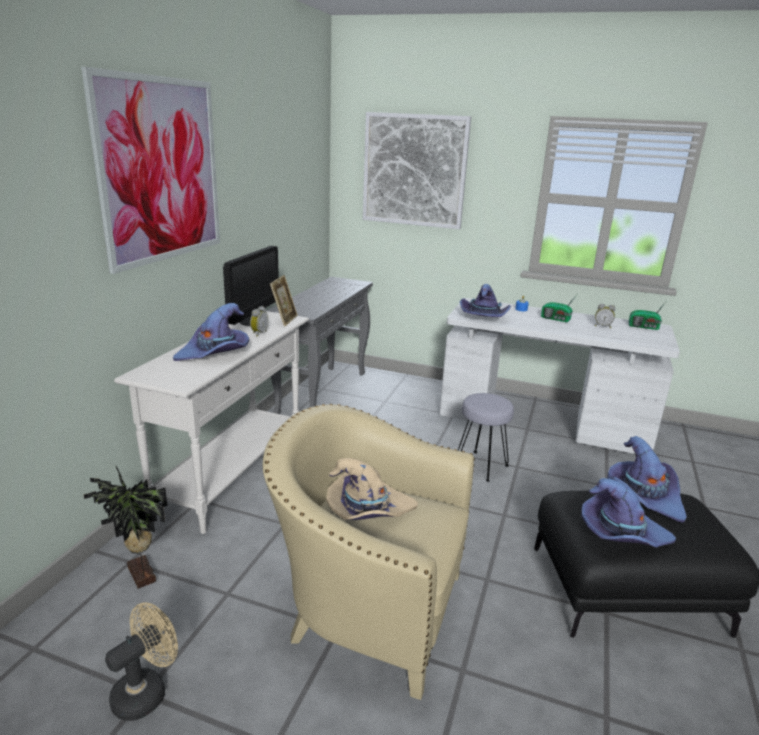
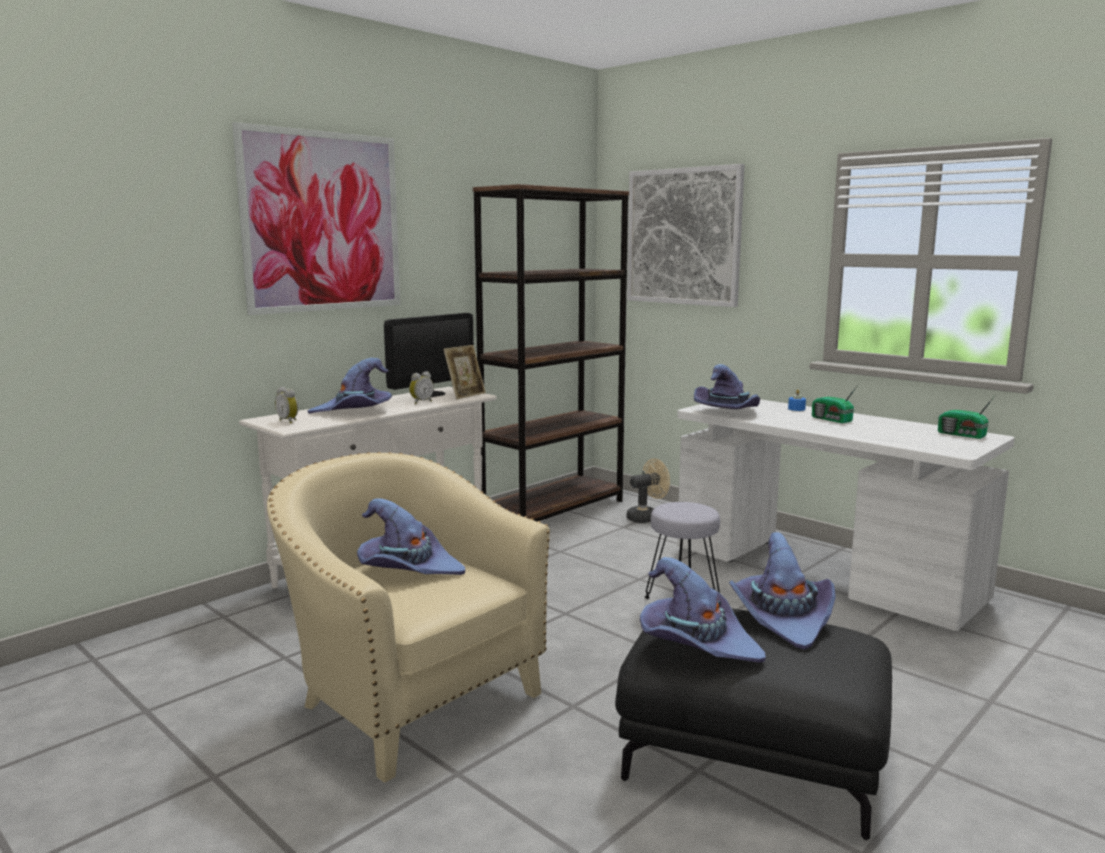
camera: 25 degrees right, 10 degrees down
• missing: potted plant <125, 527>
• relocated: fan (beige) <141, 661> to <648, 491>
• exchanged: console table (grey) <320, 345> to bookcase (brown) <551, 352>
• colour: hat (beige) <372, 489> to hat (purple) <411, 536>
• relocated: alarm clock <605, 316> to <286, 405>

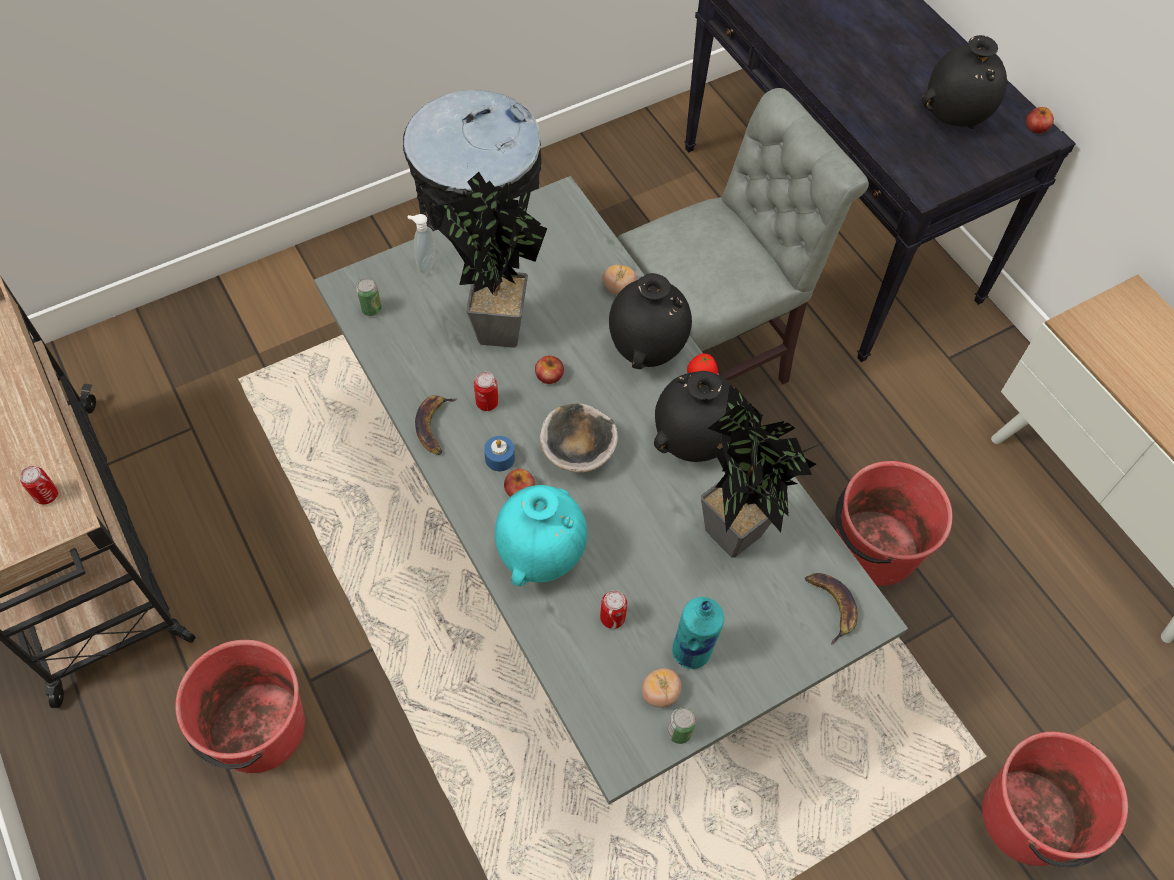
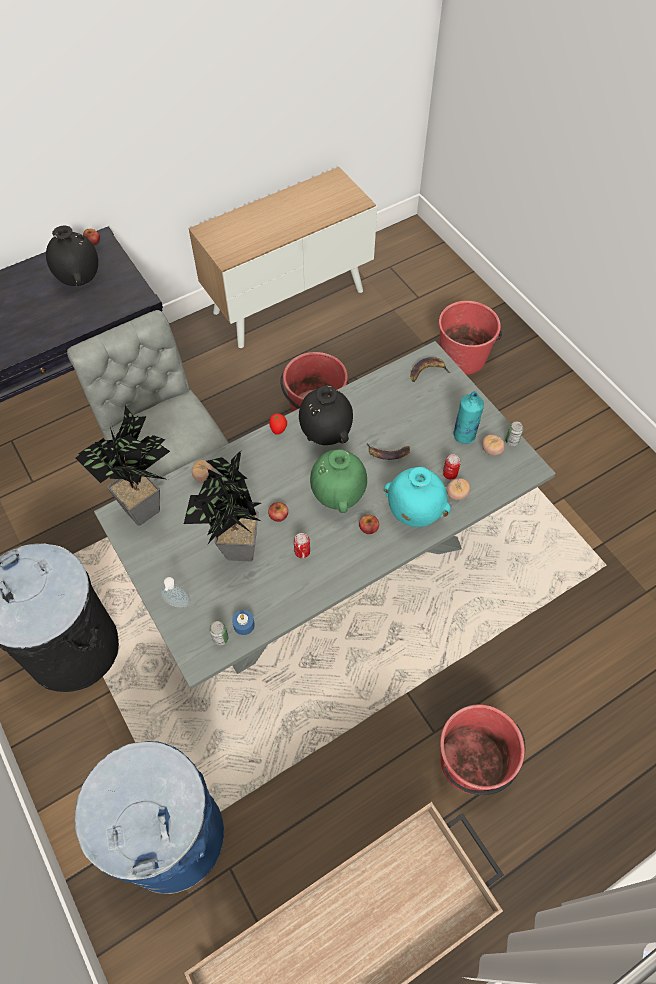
camera: 90 degrees left, 0 degrees up
• missing: can <39, 485>
• relocated: banana <436, 425> to <388, 451>
• relocated: candle (blue) <499, 453> to <243, 622>
• exchanged: bowl <578, 438> to vase (green) <338, 481>
• missing: vase (black) <650, 321>
• relocated: potted plant <762, 471> to <122, 466>
• appeared: trash can (blue) <149, 817>
• appeared: tomato <458, 489>

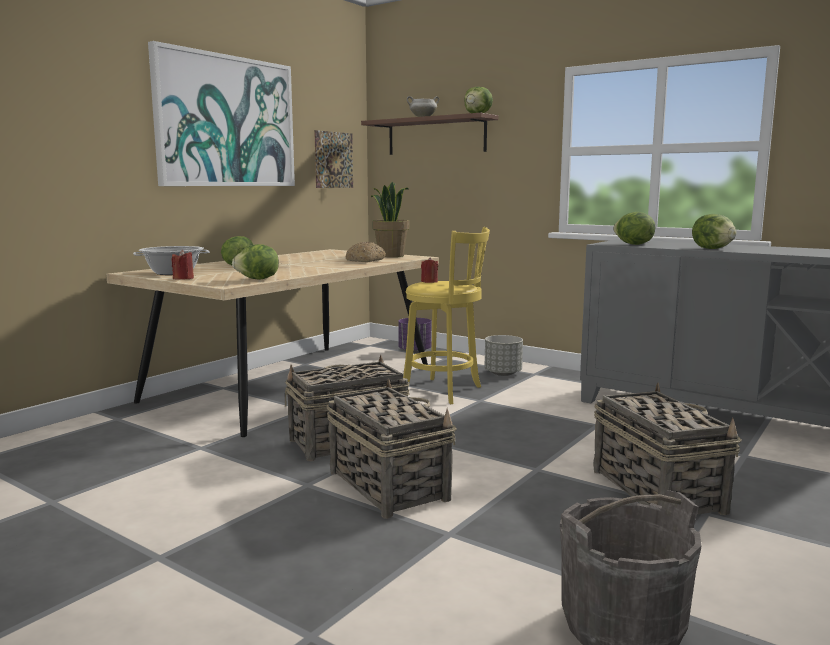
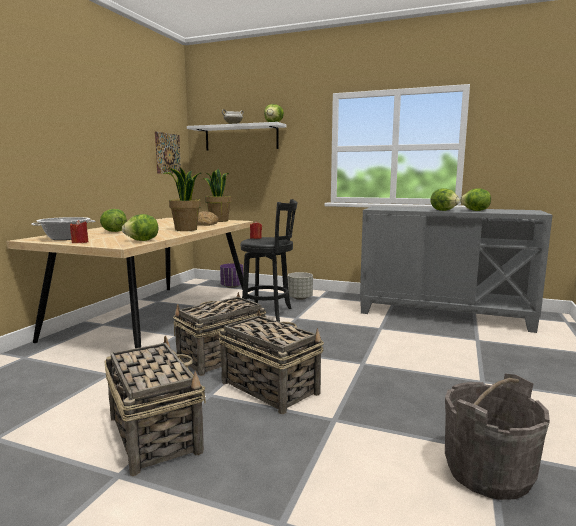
camera: 15 degrees left, 0 degrees up
• missing: picture <221, 113>
• colour: shelf (brown) <430, 134> to shelf (white) <237, 136>
• colour: stool (yellow) <446, 315> to stool (black) <269, 260>
• relocated: basket <667, 449> to <155, 405>
• relocated: lettuce <634, 228> to <475, 199>
• appeared: potted plant <183, 199>

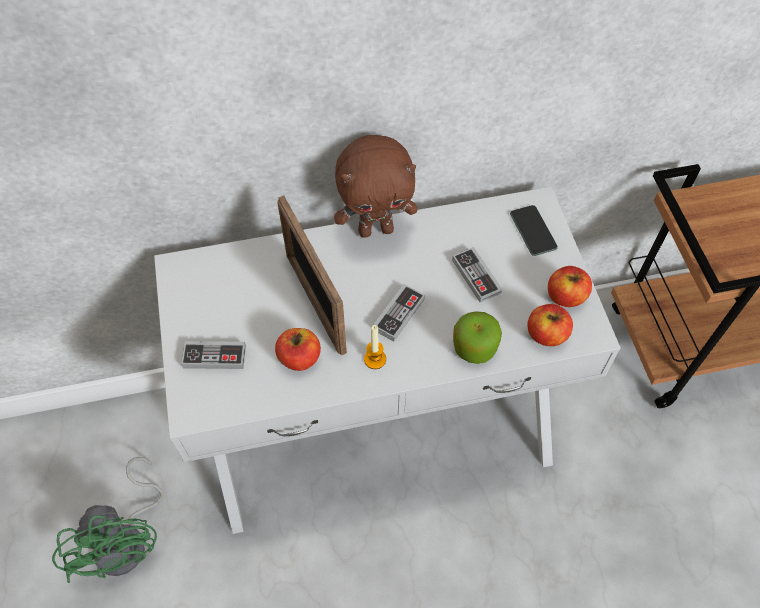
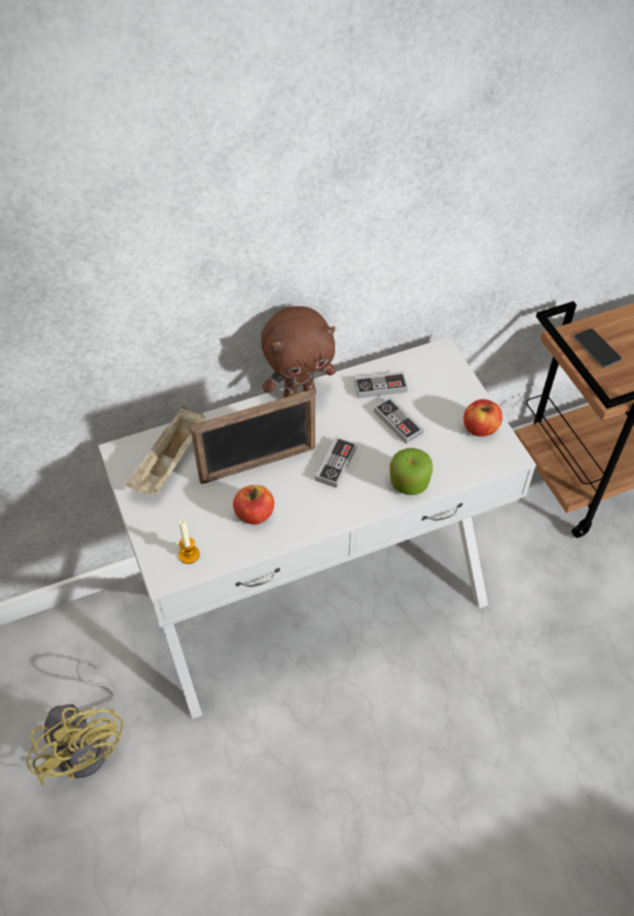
camera: 10 degrees left, 5 degrees down
• colour: fan (green) <108, 520> to fan (yellow) <75, 723>
• relocated: game controller <213, 355> to <381, 384>
• spun: picture frame <312, 275> = <252, 436> 75 degrees counterclockwise
• relocated: candle <375, 347> to <189, 542>
• relocated: phone <534, 230> to <598, 348>
• missing: apple <550, 325>
• appeared: tray (beige) <165, 450>

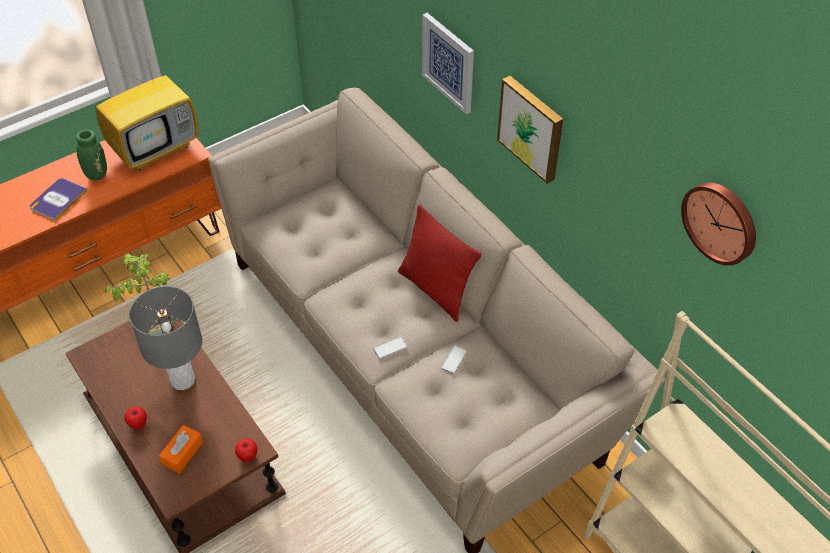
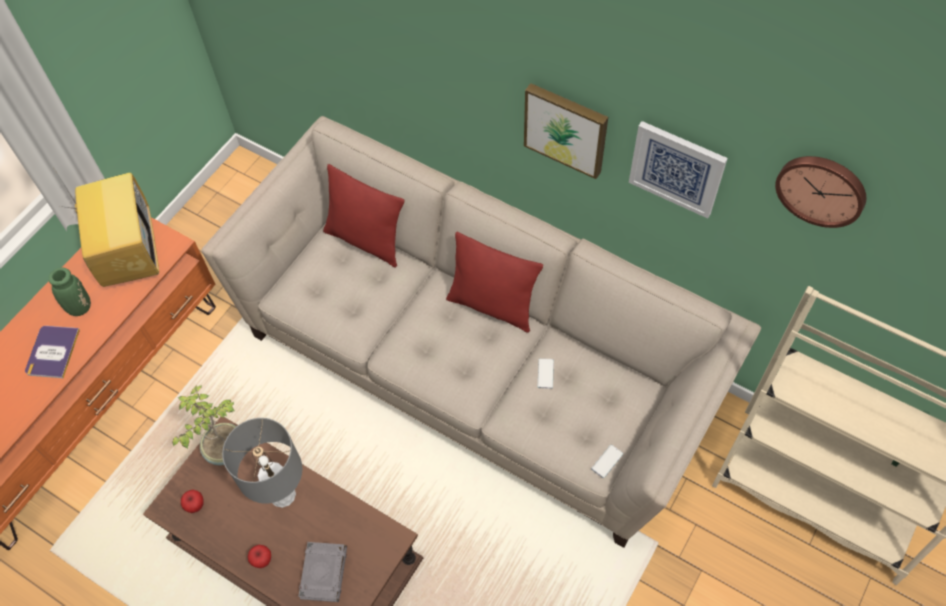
camera: 20 degrees left, 10 degrees up
• spun: television <147, 108> = <105, 225> 45 degrees counterclockwise
• exchanged: tissue box (orange) <181, 449> to book (grey) <322, 572>
• relocated: apple <246, 450> to <192, 501>
• relocated: phone <390, 348> to <607, 461>
• relocated: picture <448, 63> to <678, 169>
• appeared: pillow (red) <363, 216>

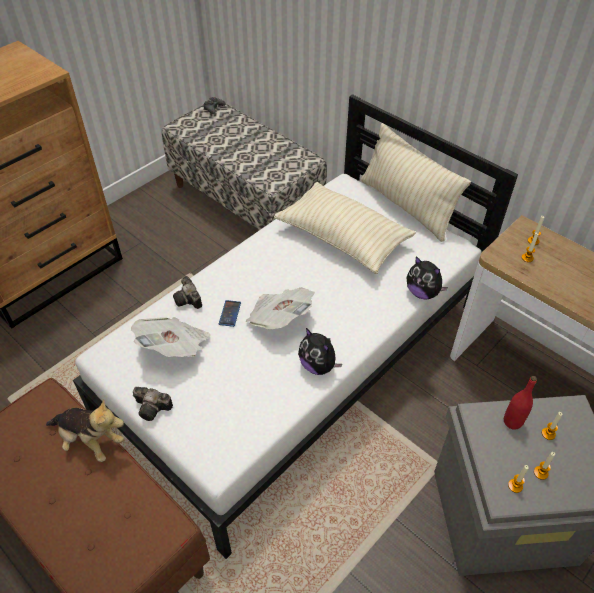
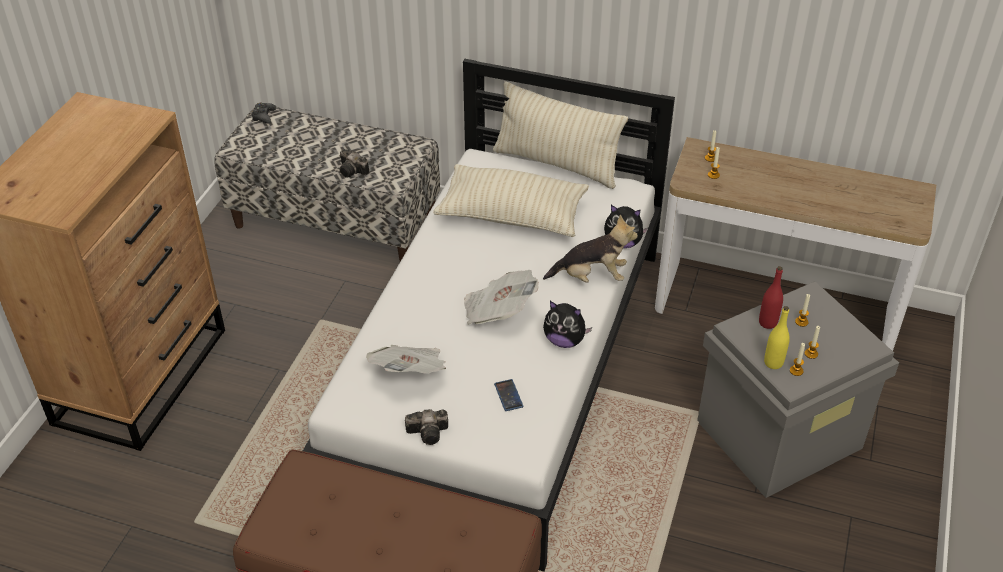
camera: 25 degrees left, 5 degrees down
• relocated: plush toy <85, 430> to <590, 249>
• relocated: photo camera <187, 292> to <354, 163>
• relocated: phone <230, 313> to <509, 395>
• appeared: bottle (yellow) <777, 337>

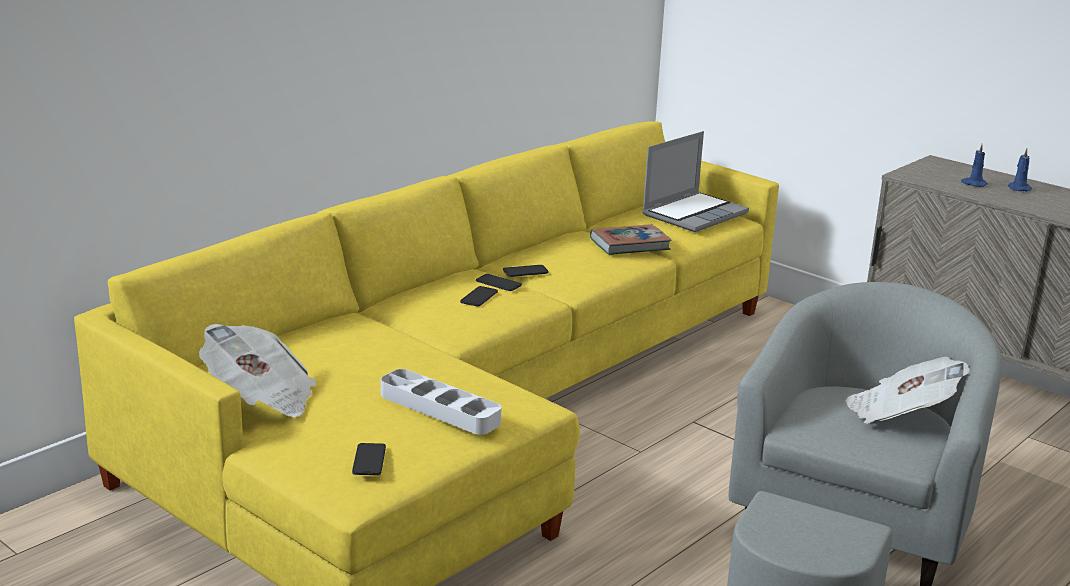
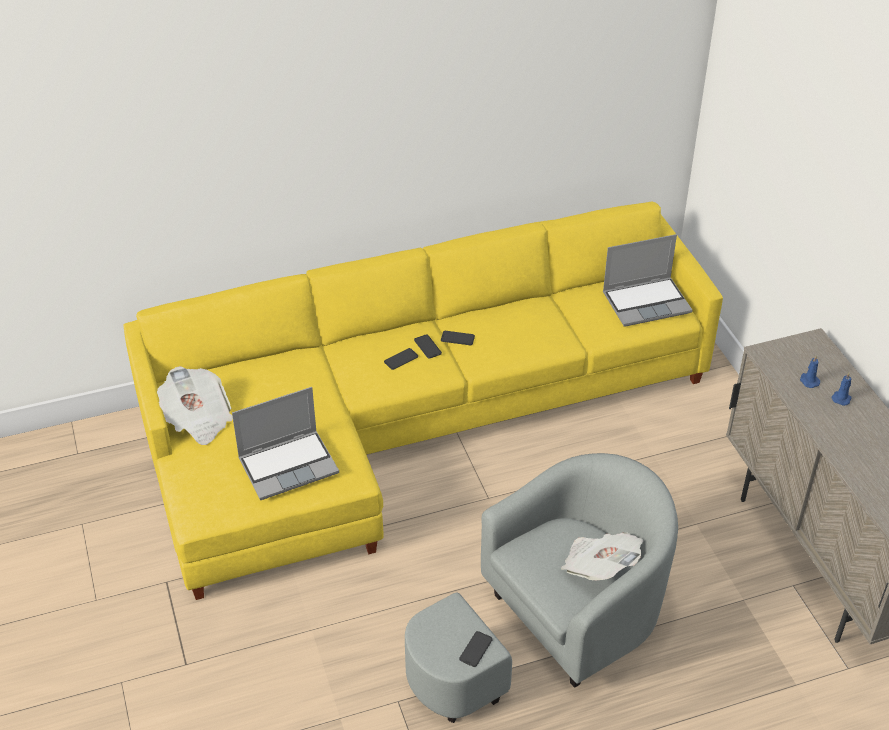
camera: 30 degrees right, 20 degrees up
• relocated: phone <369, 459> to <475, 649>
• exchanged: tray (grey) <441, 402> to laptop <285, 443>
• missing: book <631, 239>

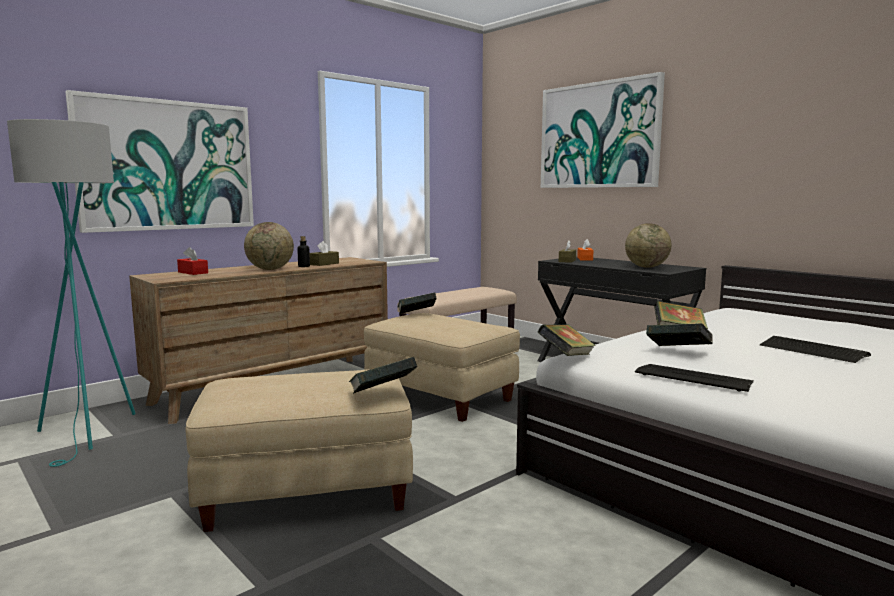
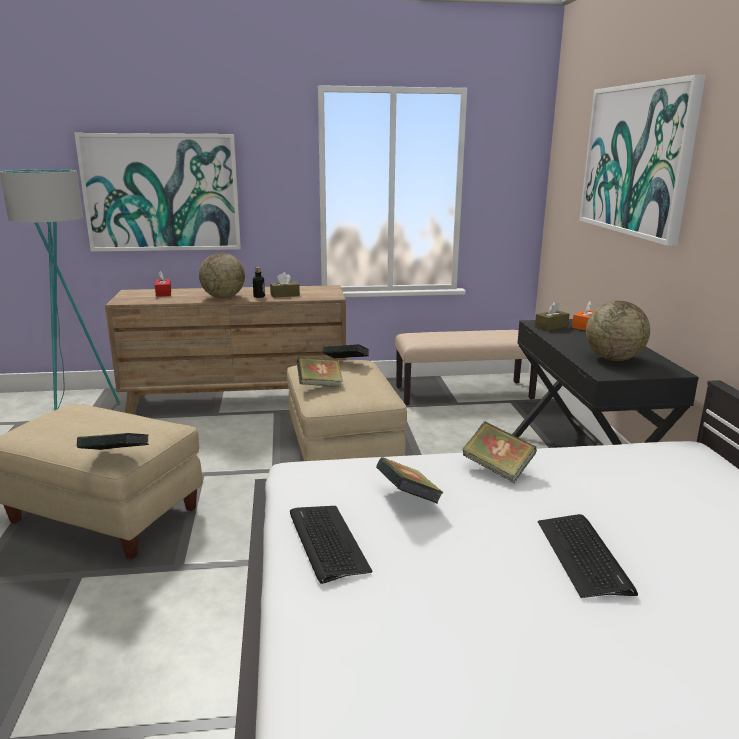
camera: 35 degrees right, 10 degrees up
• relocated: book <567, 340> to <320, 372>

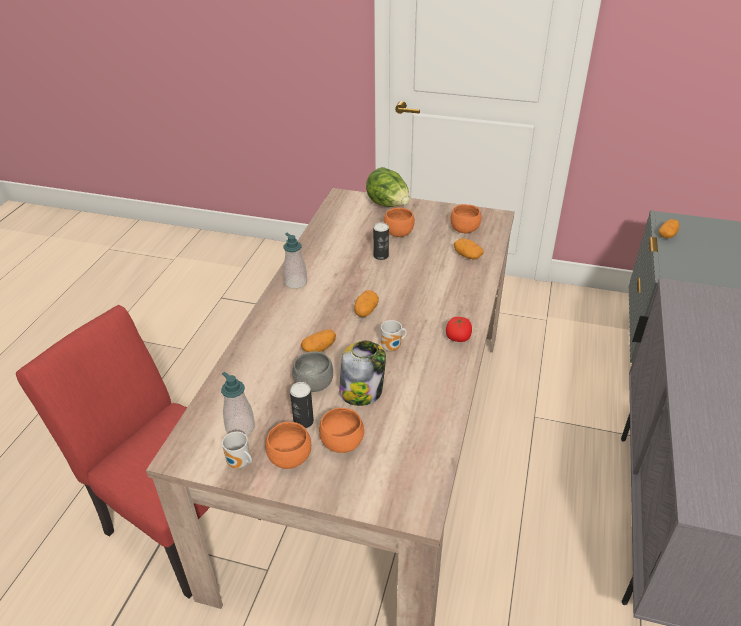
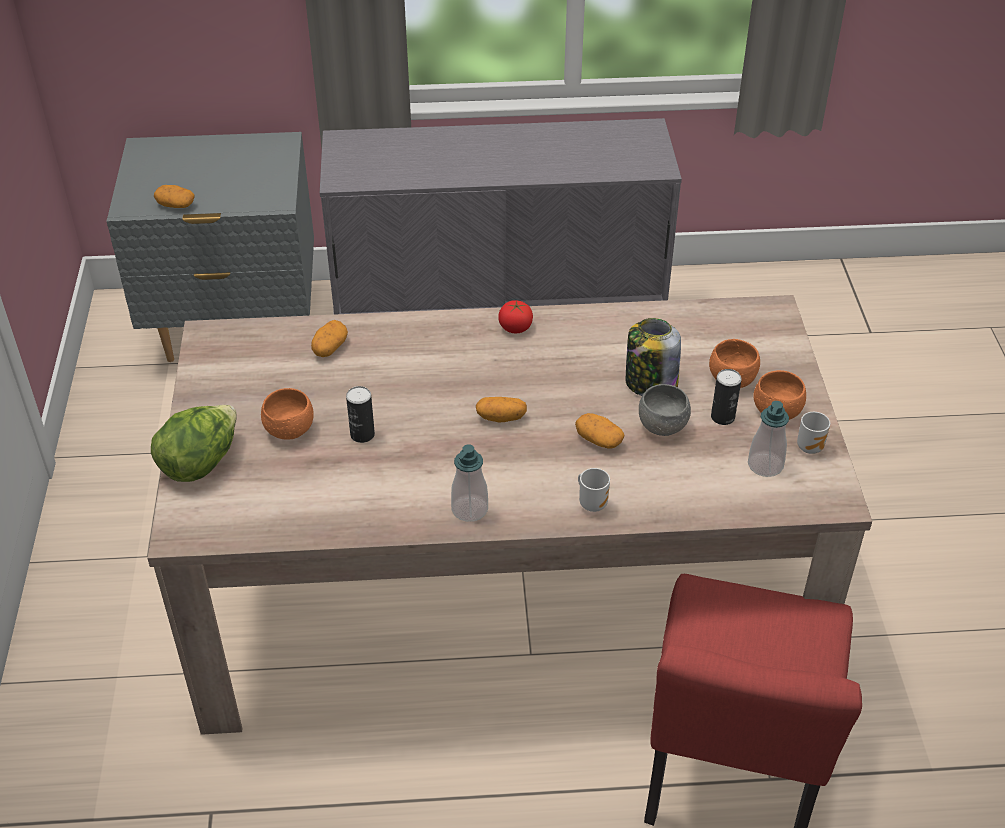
camera: 110 degrees left, 5 degrees up
• relocated: mug <394, 336> to <594, 490>
• missing: bowl (orange) <465, 218>

